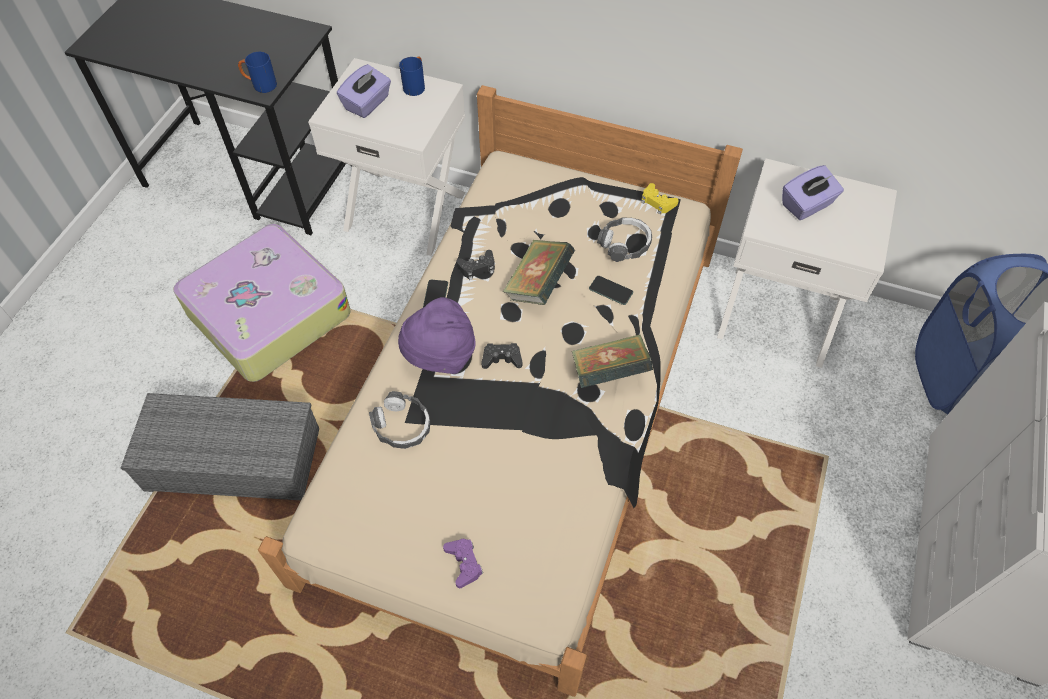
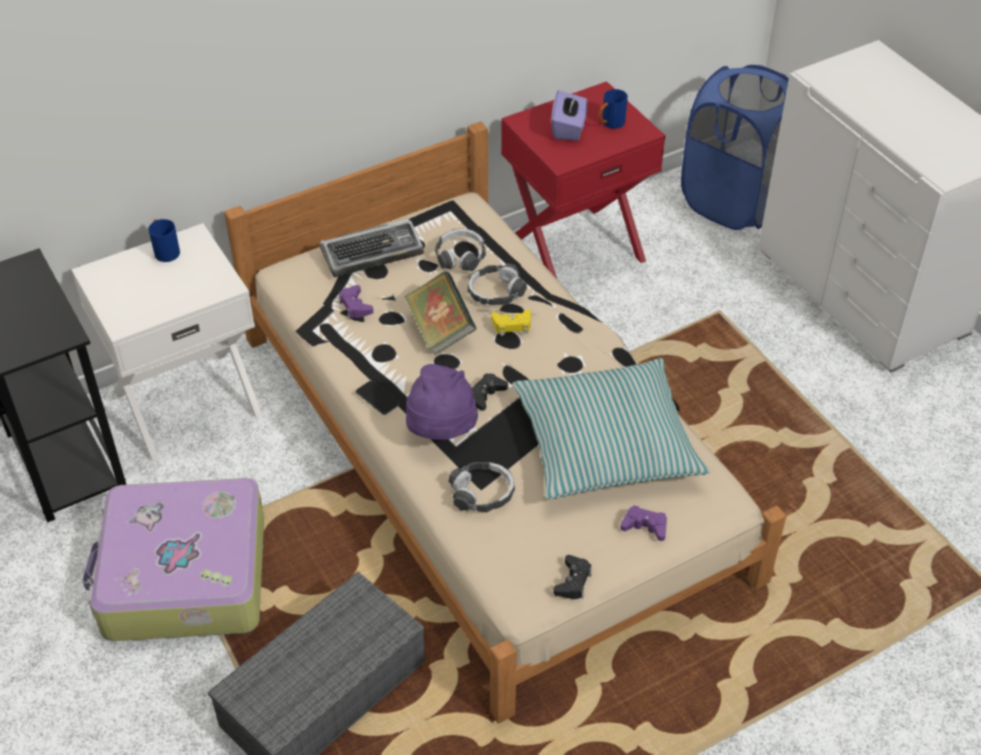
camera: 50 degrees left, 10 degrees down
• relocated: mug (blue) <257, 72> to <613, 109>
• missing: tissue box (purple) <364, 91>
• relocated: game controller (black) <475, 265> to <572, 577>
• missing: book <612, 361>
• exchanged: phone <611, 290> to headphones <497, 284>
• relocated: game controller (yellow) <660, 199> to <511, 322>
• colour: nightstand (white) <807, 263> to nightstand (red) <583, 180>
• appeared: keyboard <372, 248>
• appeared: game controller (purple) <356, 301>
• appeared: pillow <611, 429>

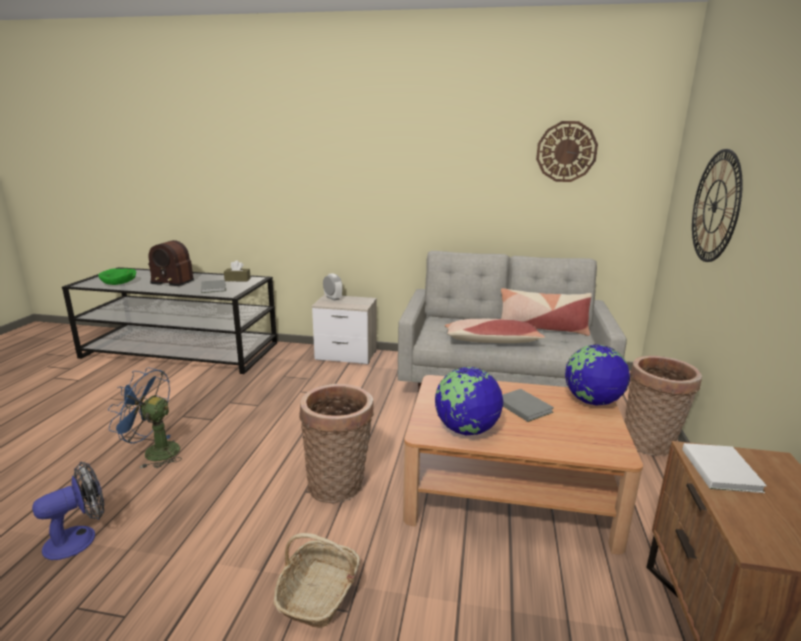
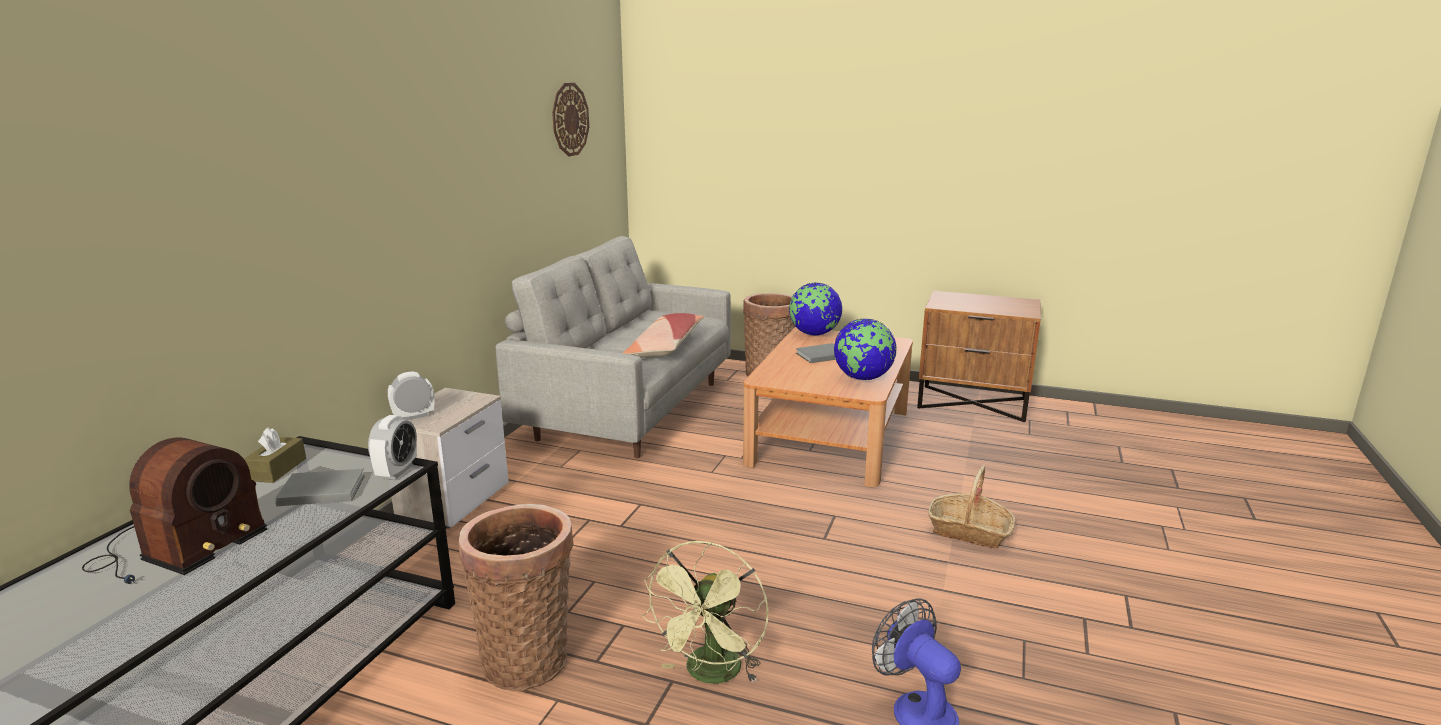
camera: 80 degrees left, 0 degrees up
• missing: bowl (green) <117, 276>
• colour: fan (blue) <145, 418> to fan (green) <704, 612>
• relocated: basket <336, 443> to <516, 597>
• missing: pillow <546, 312>
• missing: book (white) <724, 468>
• missing: wall clock <717, 205>
• appeared: alarm clock <392, 447>

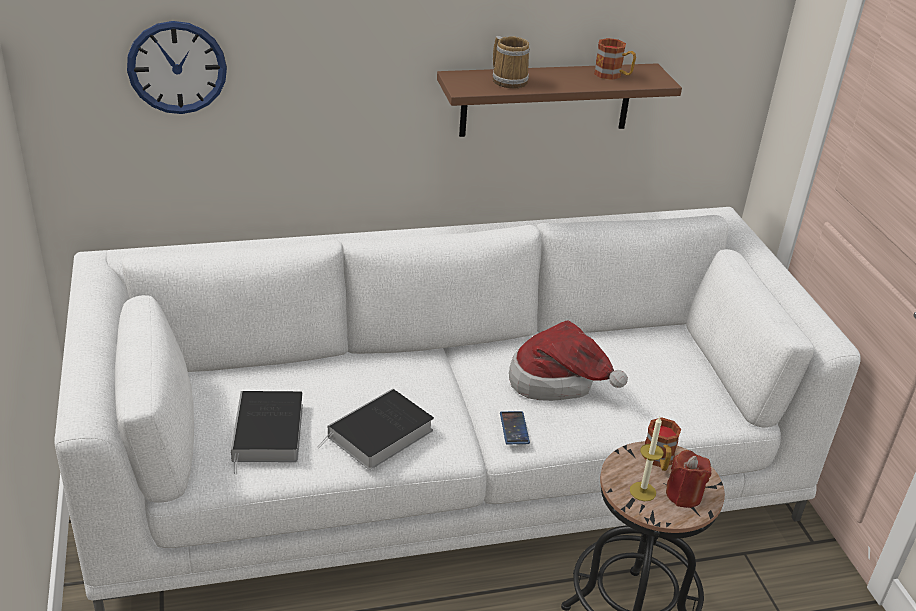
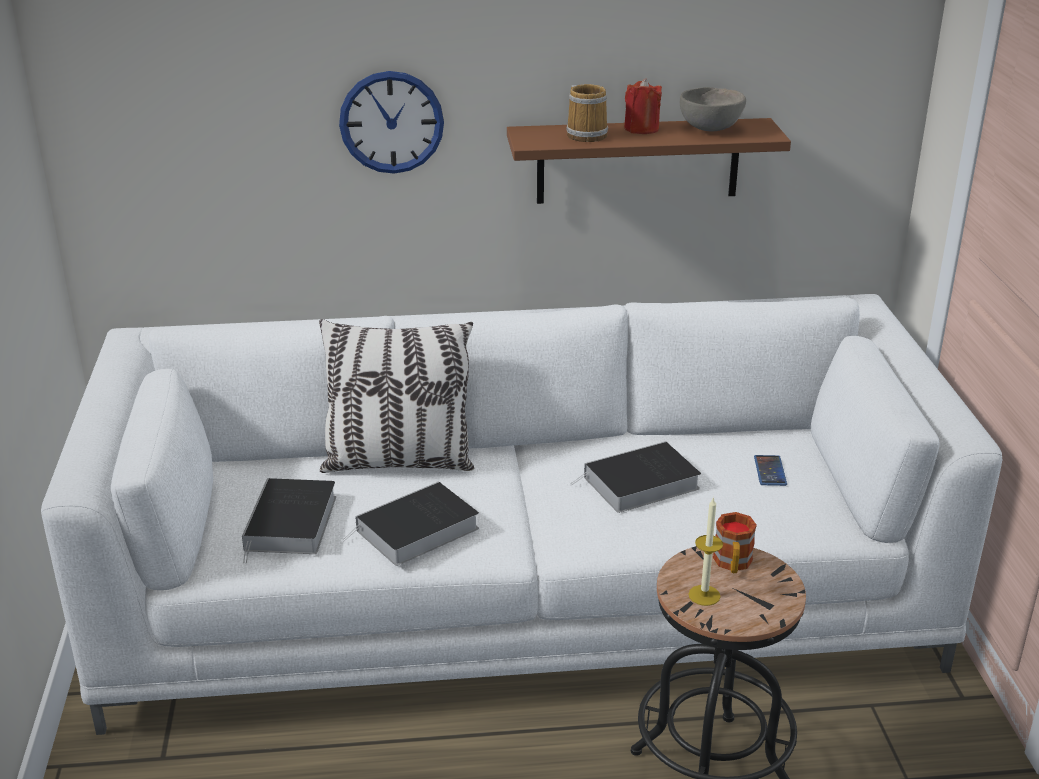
camera: 10 degrees right, 5 degrees down
• relocated: wall clock <177, 67> to <391, 122>
• relocated: phone <515, 427> to <770, 470>
• exchanged: hat <568, 360> to book <636, 477>
• exchanged: mug <615, 59> to bowl (grey) <713, 109>
• relocated: candle (red) <689, 479> to <643, 106>
• appeared: pillow <396, 396>

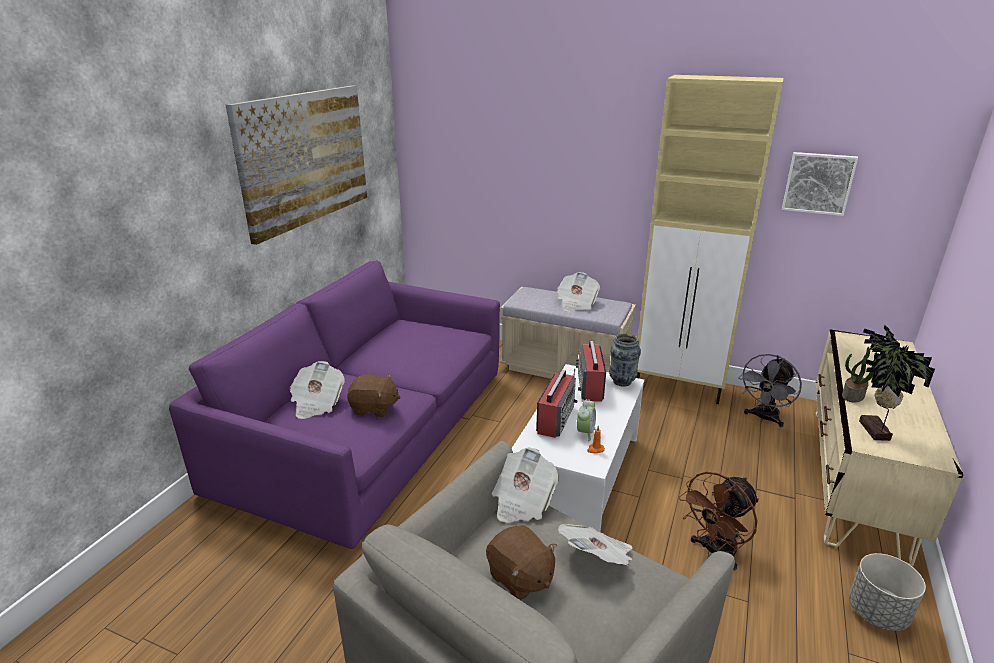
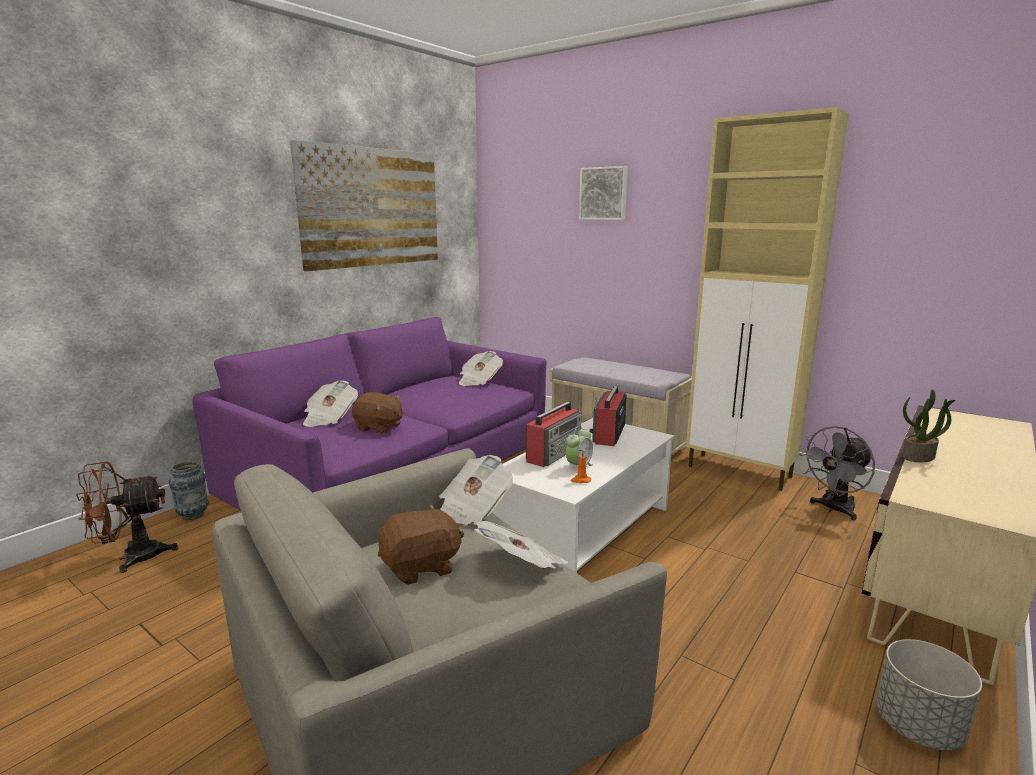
camera: 15 degrees right, 10 degrees down
• spun: plush toy (brown) <521, 562> = <421, 544> 90 degrees counterclockwise
• relocated: newspaper <578, 292> to <481, 368>
• relocated: vase <625, 360> to <188, 490>
• relocated: fan (brown) <719, 521> to <127, 517>
• relocated: picture <820, 184> to <603, 193>
• missing: potted plant <897, 383>

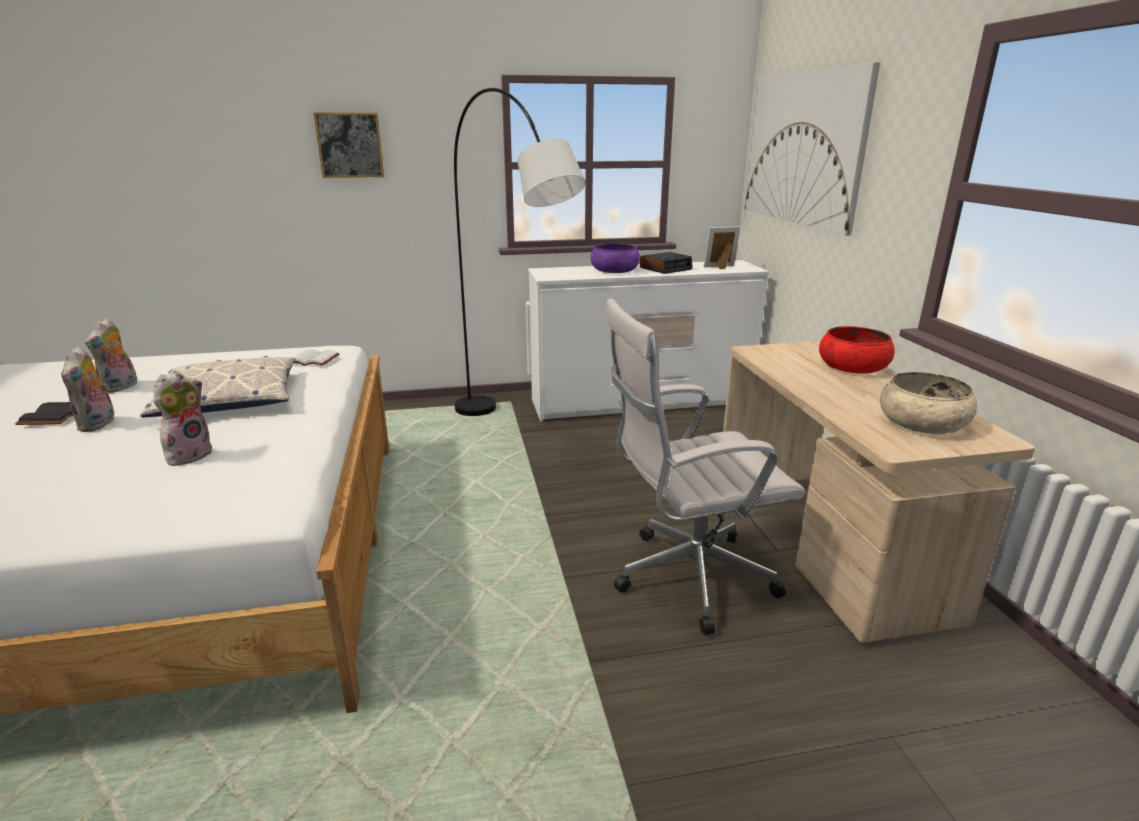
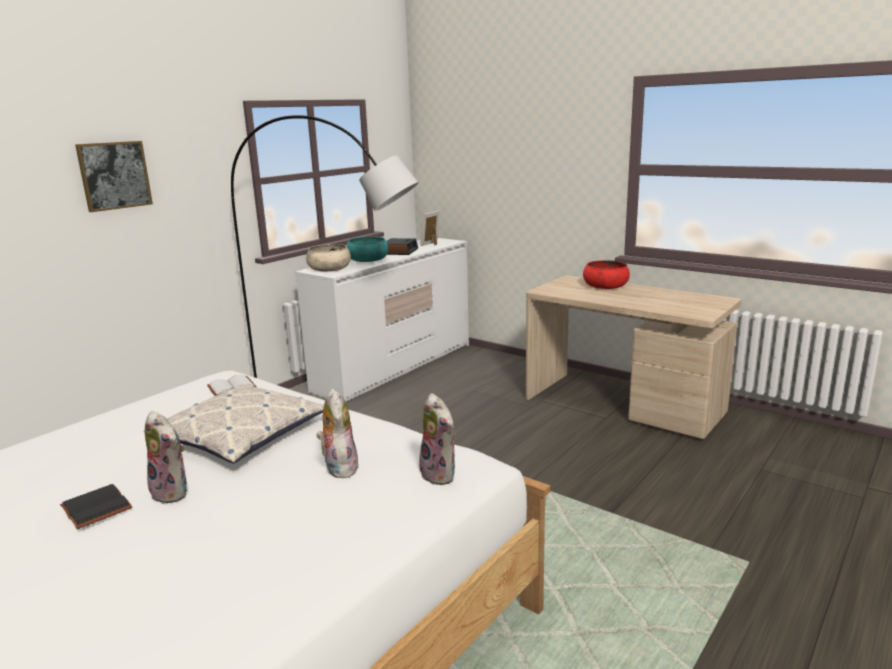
camera: 40 degrees left, 5 degrees down
• relocated: plush toy <111, 355> to <436, 439>
• colour: bowl (purple) <615, 258> to bowl (turquoise) <367, 249>
• missing: office chair (white) <704, 466>
• missing: picture <812, 149>
• relocated: bowl (beige) <928, 403> to <328, 257>

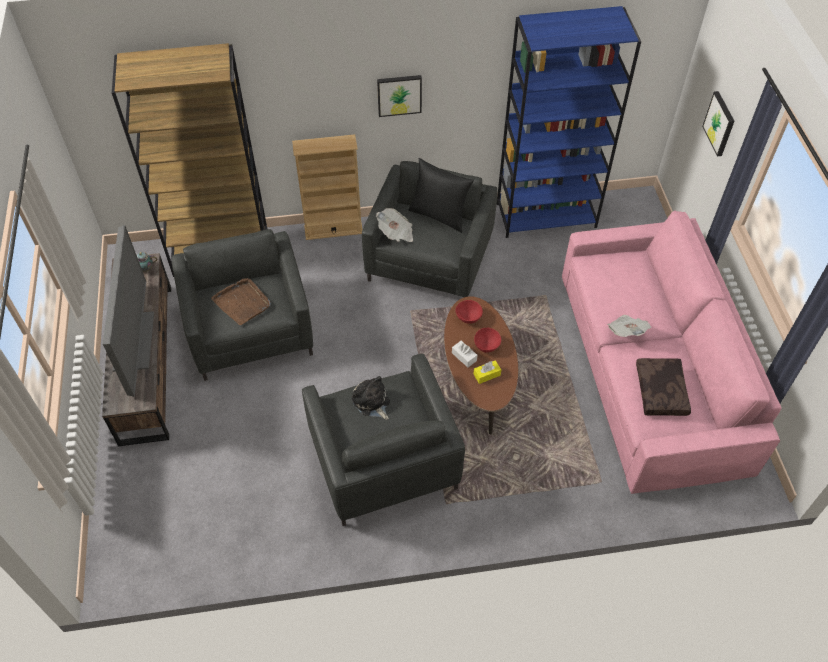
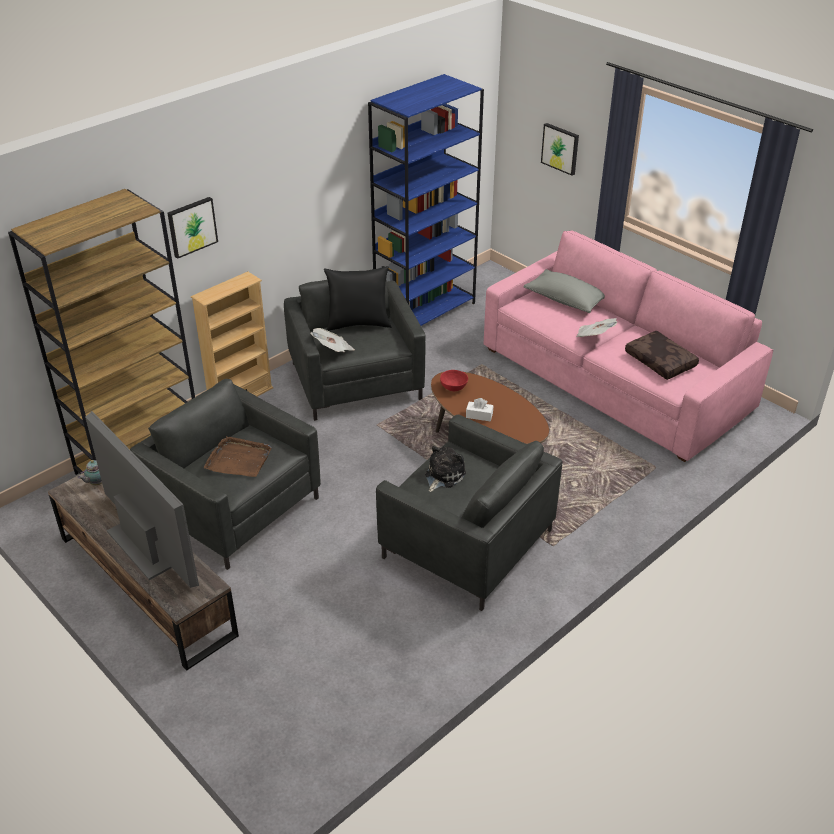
camera: 35 degrees left, 15 degrees down
• spun: plush toy <371, 398> = <445, 469> 105 degrees clockwise
• relocated: picture <399, 96> to <193, 228>
• missing: bowl (red) <487, 340>
• missing: tissue box (yellow) <487, 372>
• appeared: pillow (grey) <564, 291>

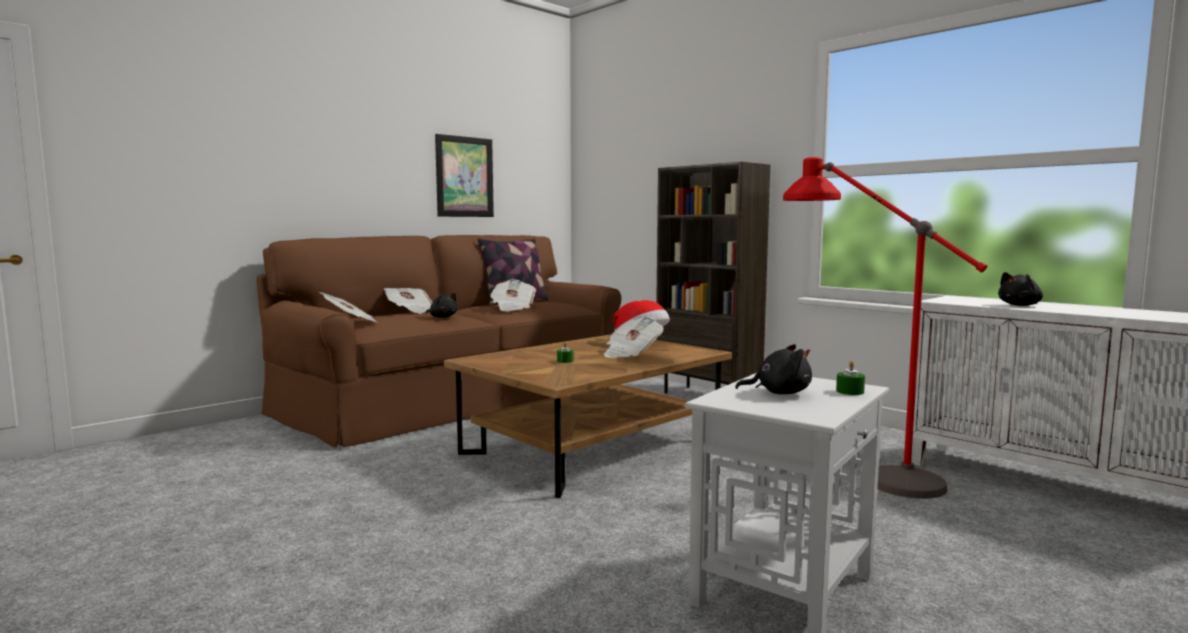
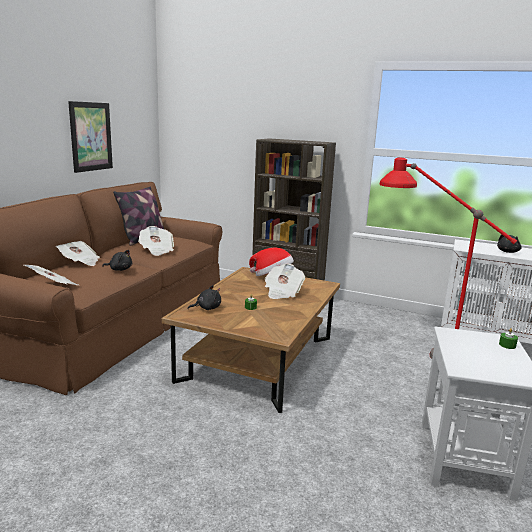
camera: 25 degrees left, 10 degrees up
• relocated: plush toy (black) <773, 369> to <204, 297>

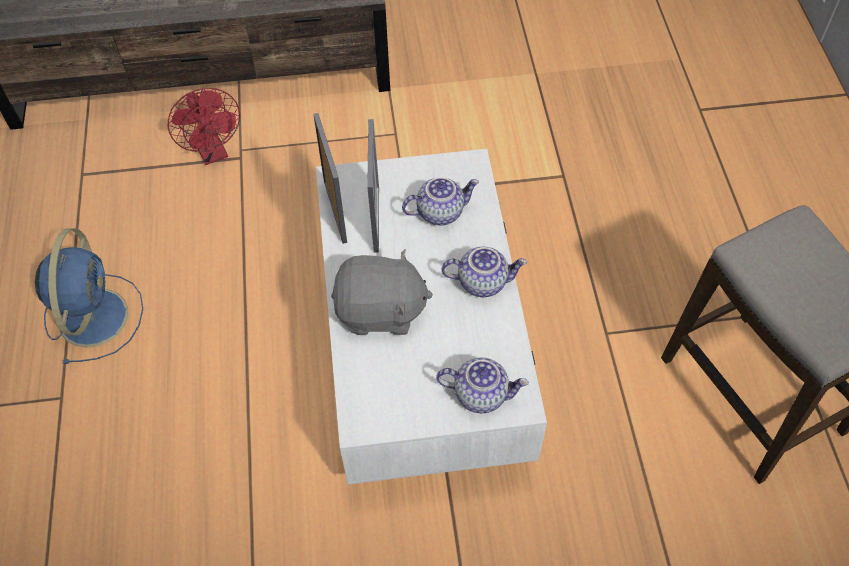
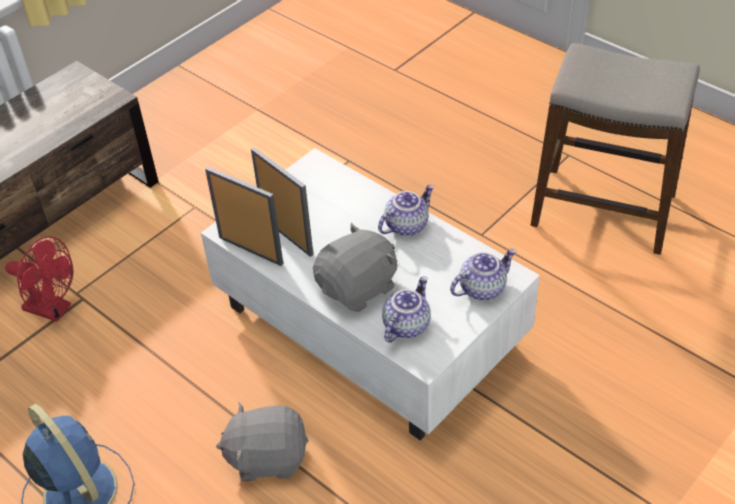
camera: 40 degrees left, 10 degrees down
• relocated: teapot <440, 201> to <406, 309>
• appeared: plush toy (grey) <262, 442>

